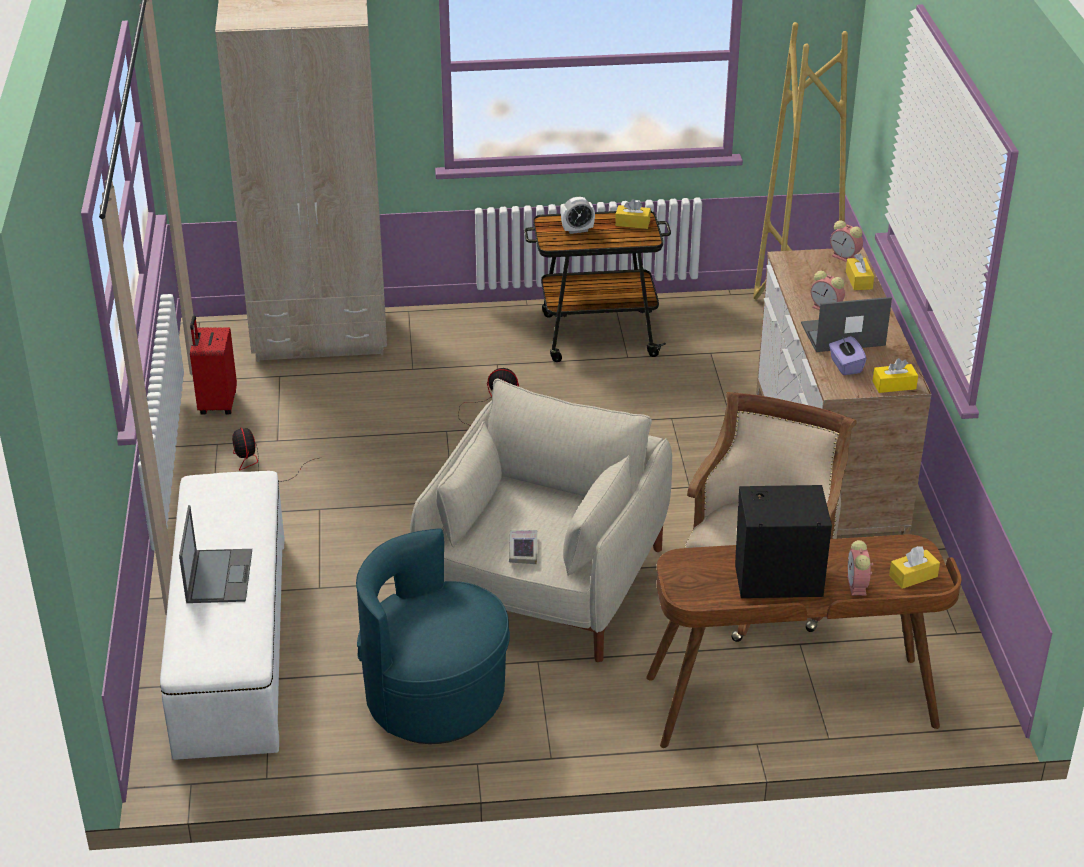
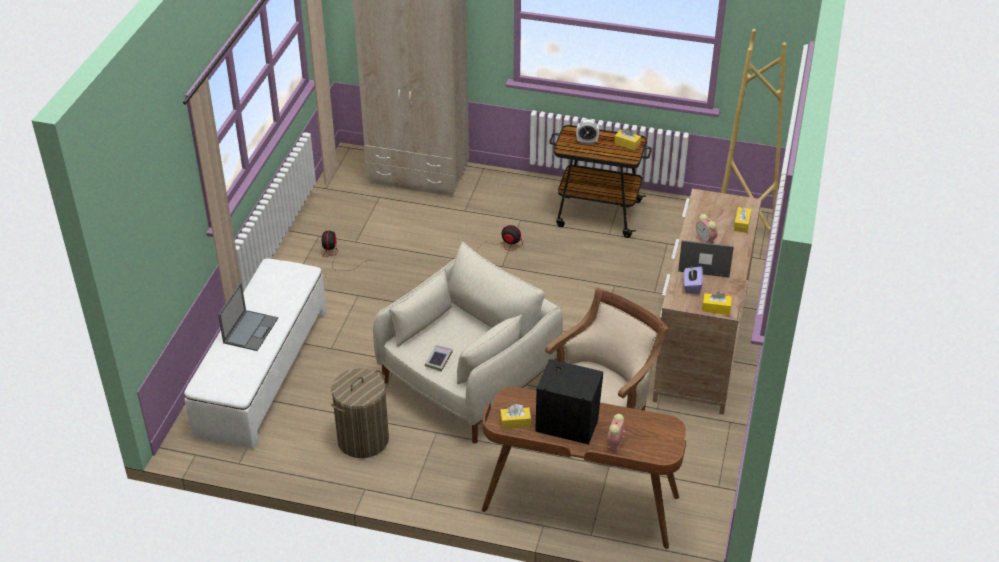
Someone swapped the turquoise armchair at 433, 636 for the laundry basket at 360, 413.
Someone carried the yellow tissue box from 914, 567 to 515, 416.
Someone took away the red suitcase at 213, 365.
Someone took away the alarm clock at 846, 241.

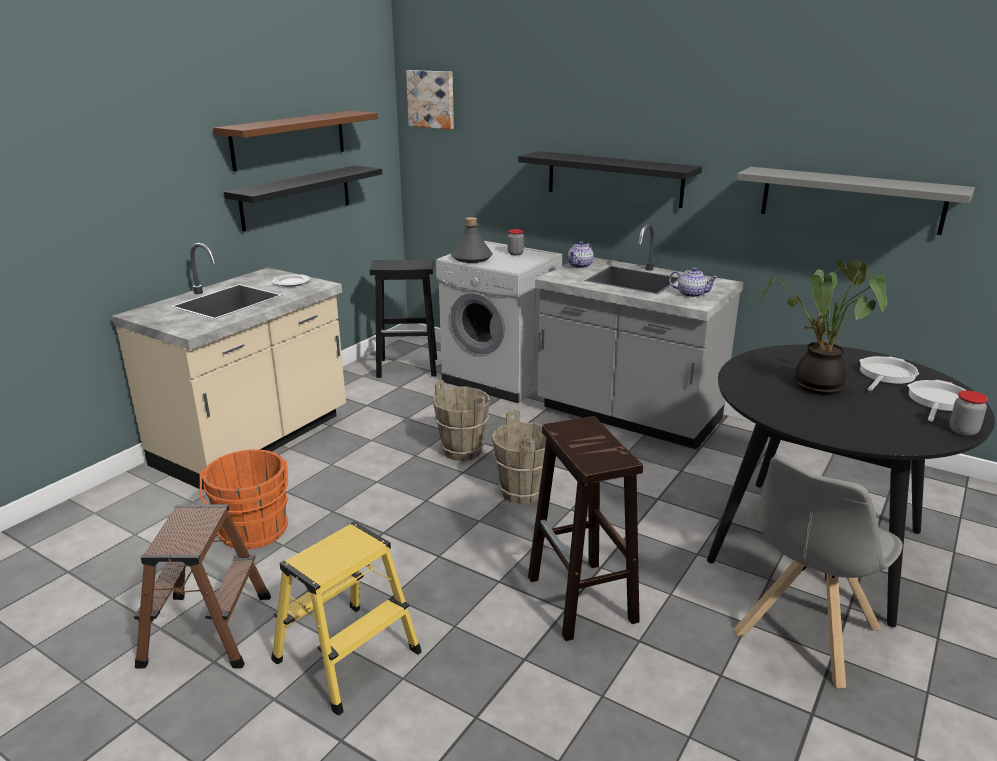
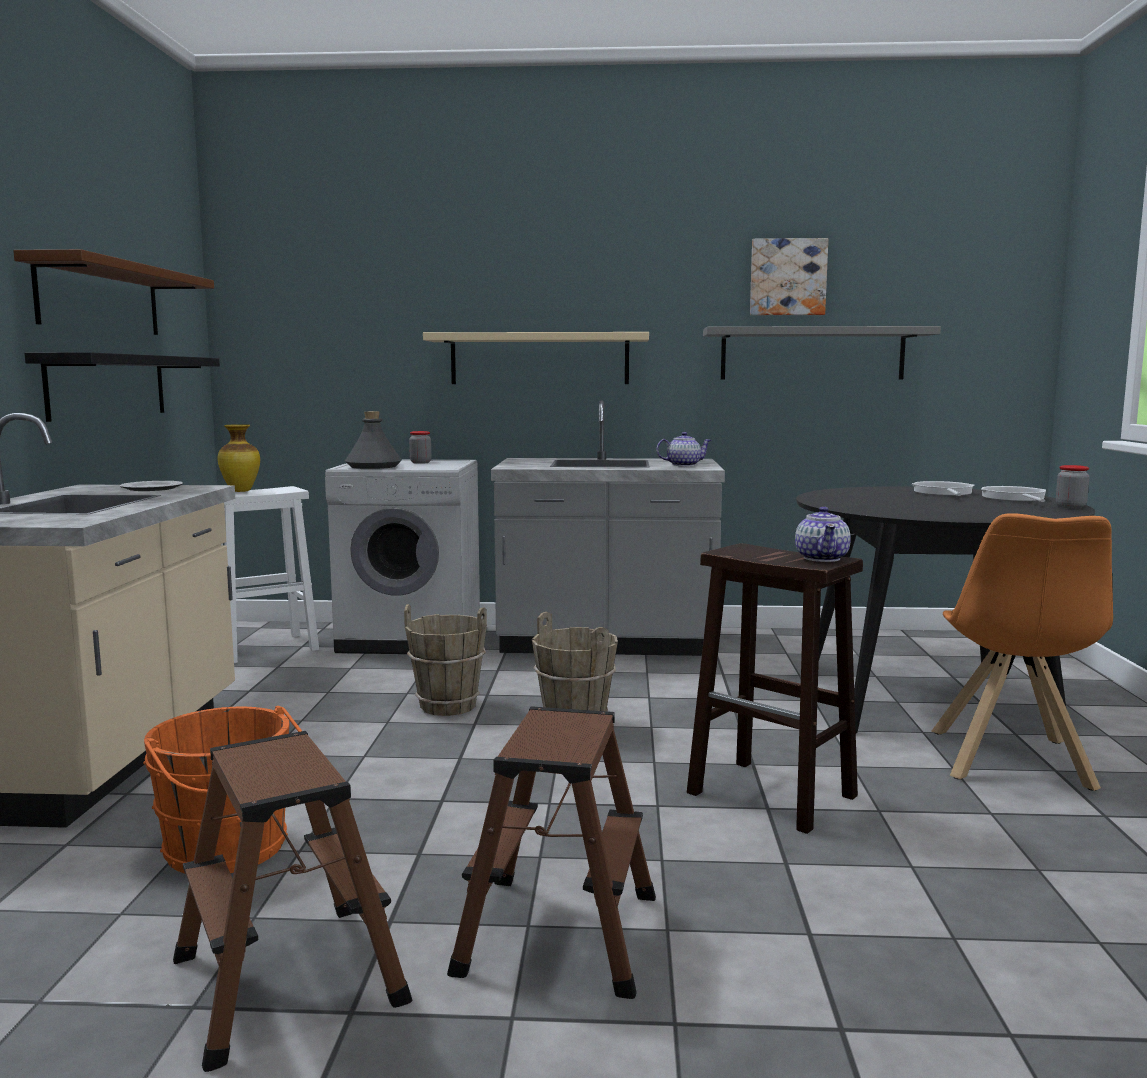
Someone put down the vase at 239, 458.
Someone repainted the black stool at 403, 318, which became the white stool at 270, 574.
Someone repainted the black shelf at 610, 179, which became the beige shelf at 536, 358.
Someone repainted the yellow step ladder at 346, 618, which became the brown step ladder at 551, 852.
Someone carried the picture from 430, 99 to 789, 276.
Someone carried the teapot from 580, 255 to 823, 534.
Someone repainted the grey chair at 818, 571, which became the orange chair at 1022, 652.
Someone took away the potted plant at 823, 327.

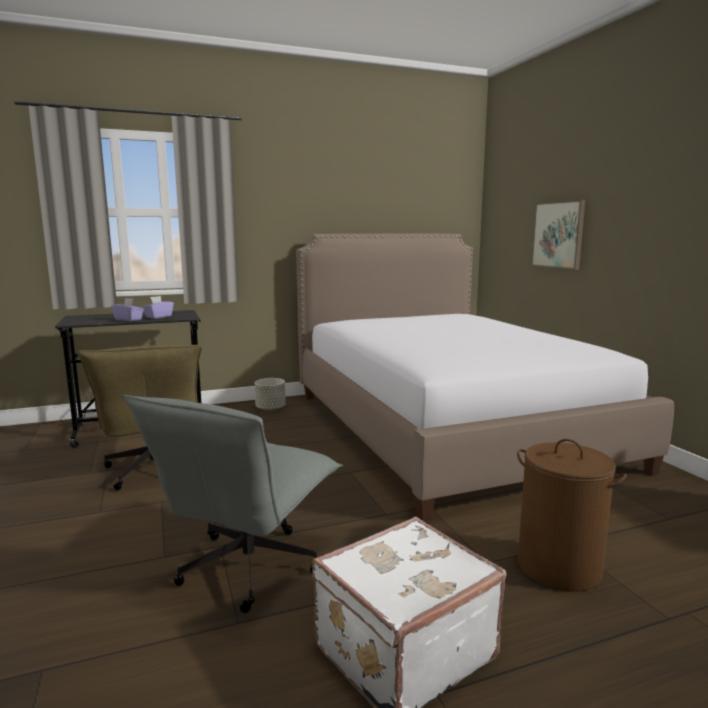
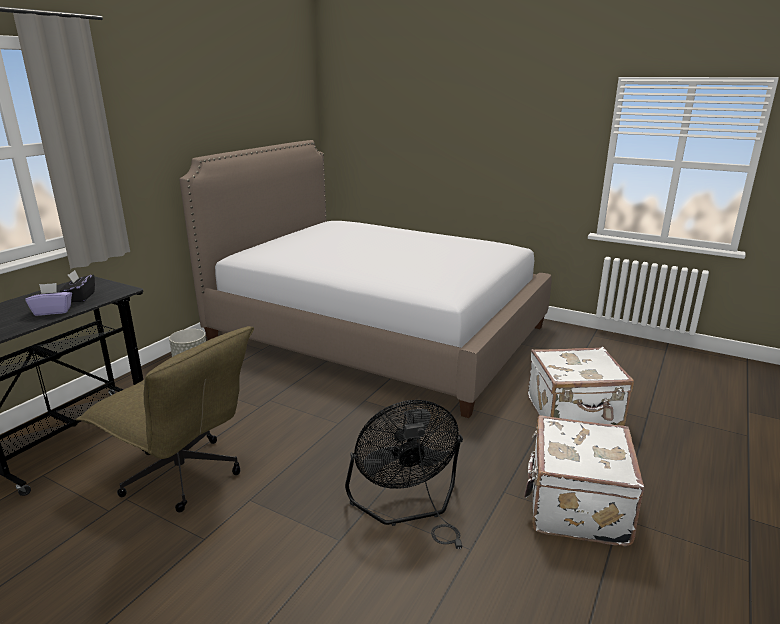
Someone repainted the purple tissue box at 158, 307, which became the black tissue box at 77, 286.
Someone swapped the grey office chair at 233, 504 for the black fan at 404, 474.
Someone swapped the brown laundry basket at 572, 515 for the white suitcase at 581, 386.
Someone took away the picture at 558, 235.

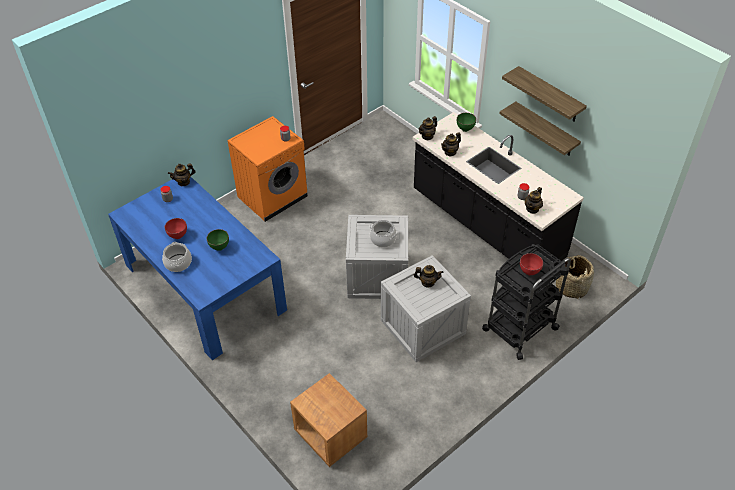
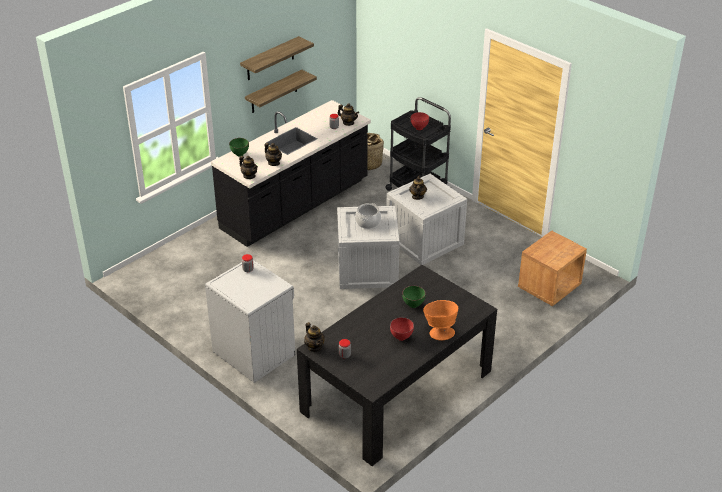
Someone repainted the orange washing machine at 268, 169, which became the white washing machine at 250, 321.
Someone repainted the blue dining table at 197, 268, which became the black dining table at 397, 365.
Someone swapped the cooking pot at 177, 257 for the orange bowl at 440, 320.

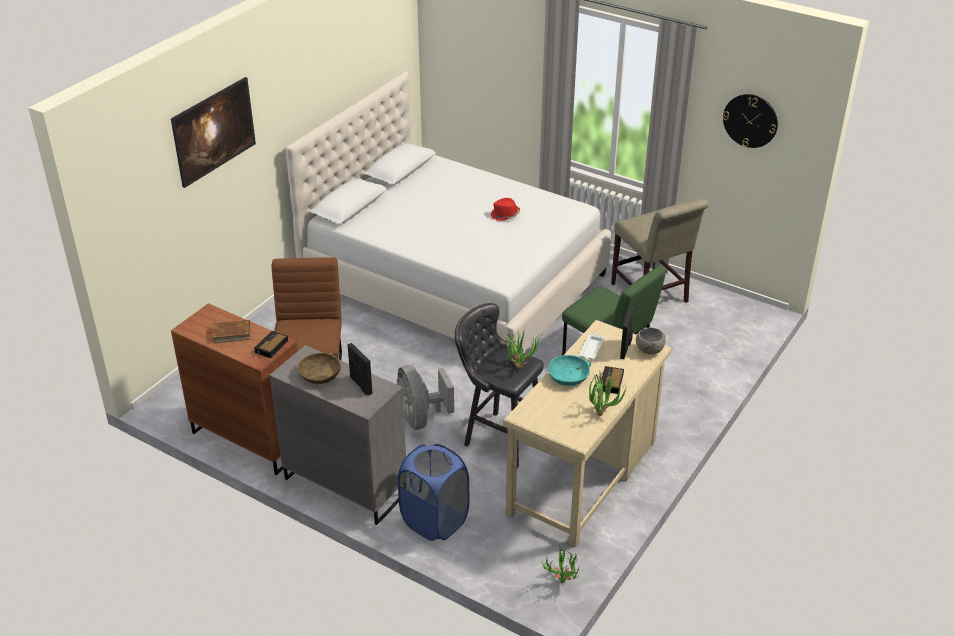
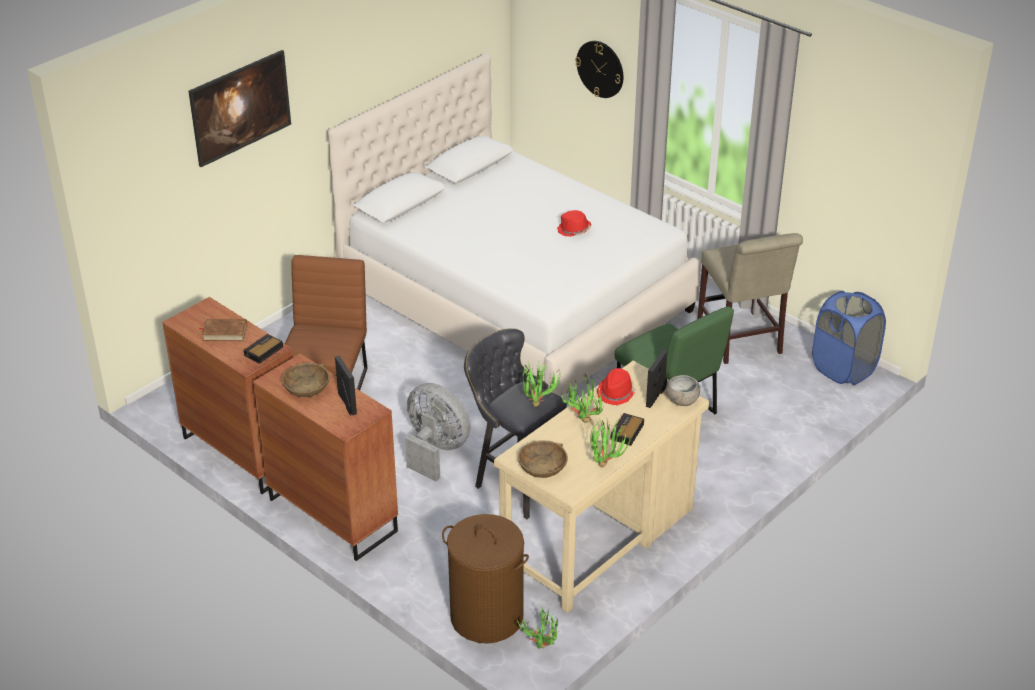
Someone repainted the grey dresser at 337, 435, which became the brown dresser at 325, 457.
Someone rotated the grey fan at 425, 397 by 135 degrees clockwise.
Someone put down the brown laundry basket at 485, 579.
Someone put down the brown bowl at 543, 459.
Someone swapped the turquoise bowl at 569, 370 for the potted plant at 582, 398.
Someone carried the wall clock from 750, 121 to 599, 69.
Someone swapped the white tray at 592, 346 for the red hat at 616, 386.
Someone carried the blue laundry basket from 433, 492 to 849, 338.

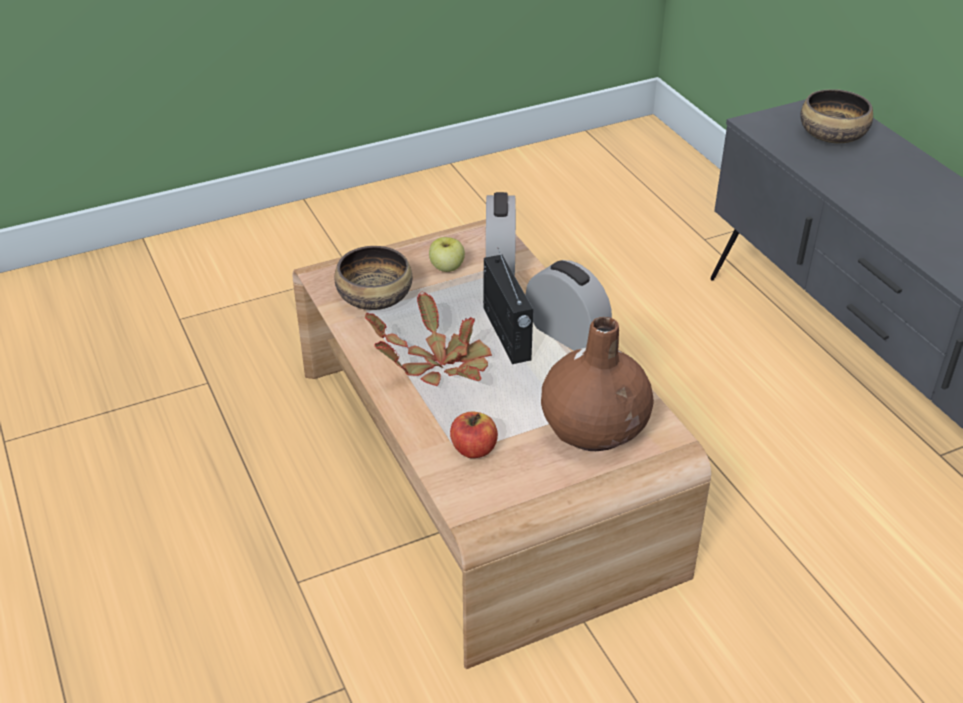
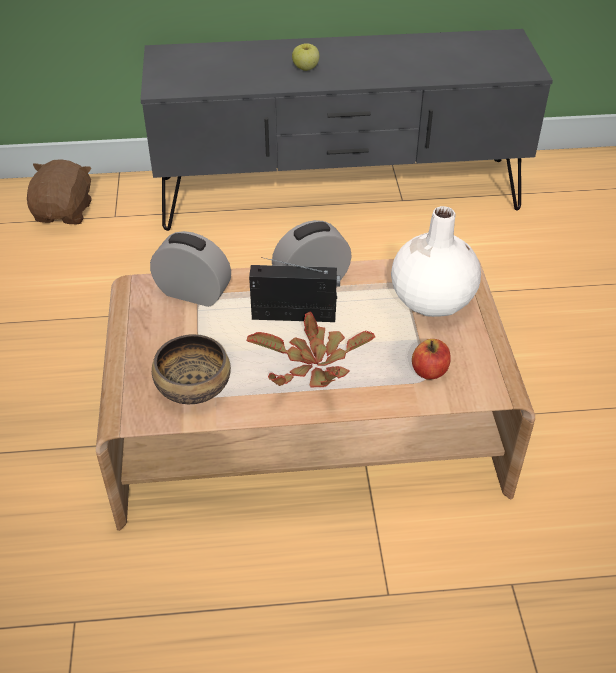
Someone put down the brown plush toy at 59, 191.
Someone carried the apple from 447, 254 to 305, 57.
Someone repainted the brown vase at 597, 384, which became the white vase at 436, 261.
Someone took away the bowl at 836, 116.

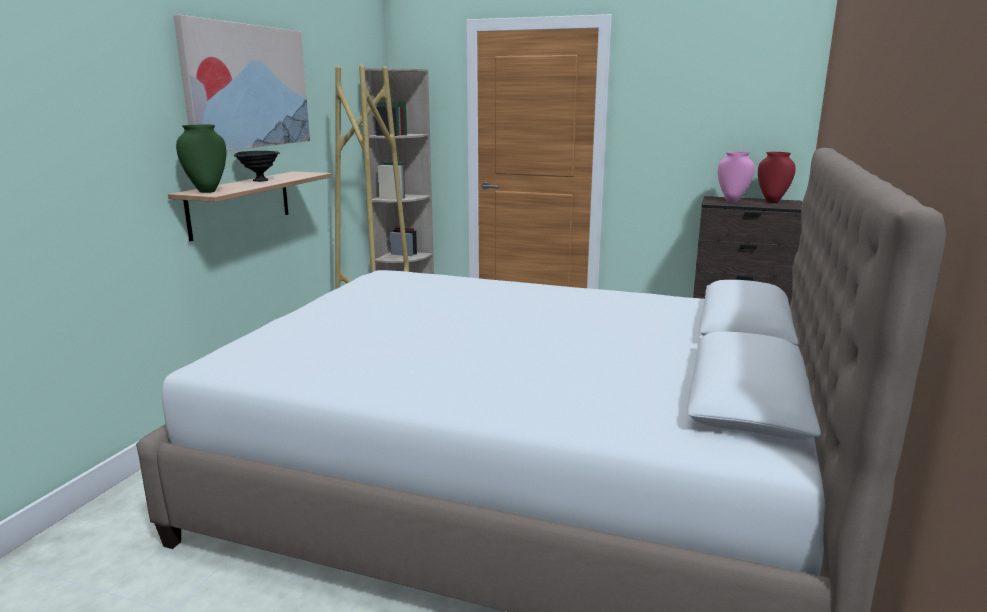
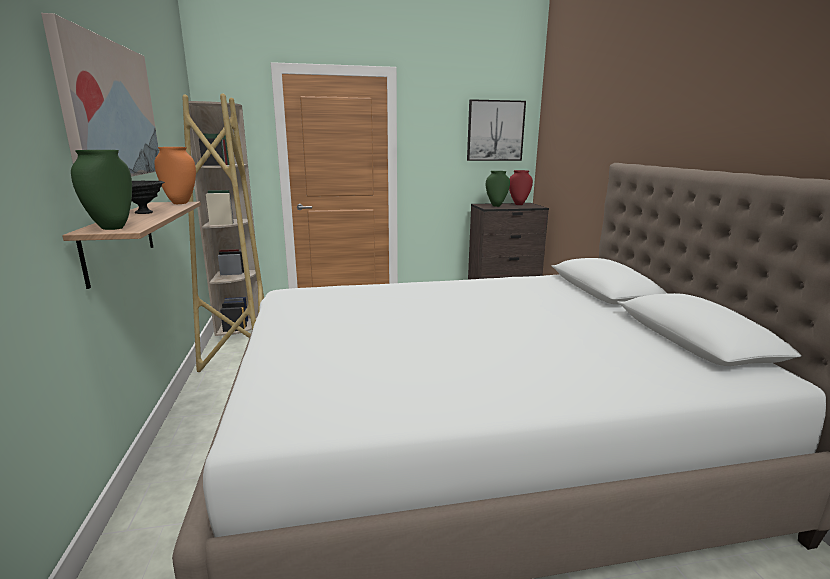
Someone put down the orange vase at 175, 175.
Someone put up the picture at 496, 130.
Someone repainted the pink vase at 736, 176, which became the green vase at 498, 189.

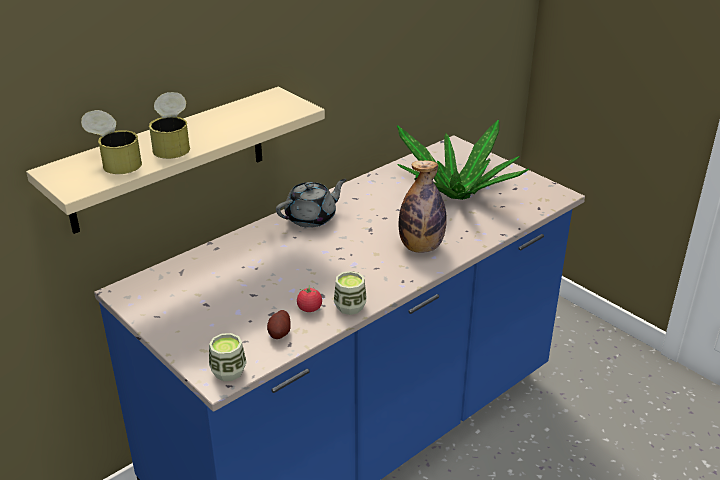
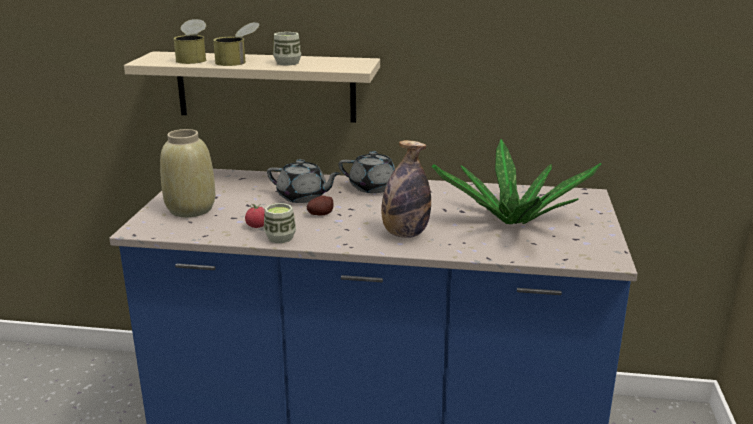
Someone put down the beige vase at 187, 173.
Someone put down the grey teapot at 304, 181.
Someone carried the cup from 228, 357 to 287, 49.
Someone carried the potato from 279, 324 to 320, 206.

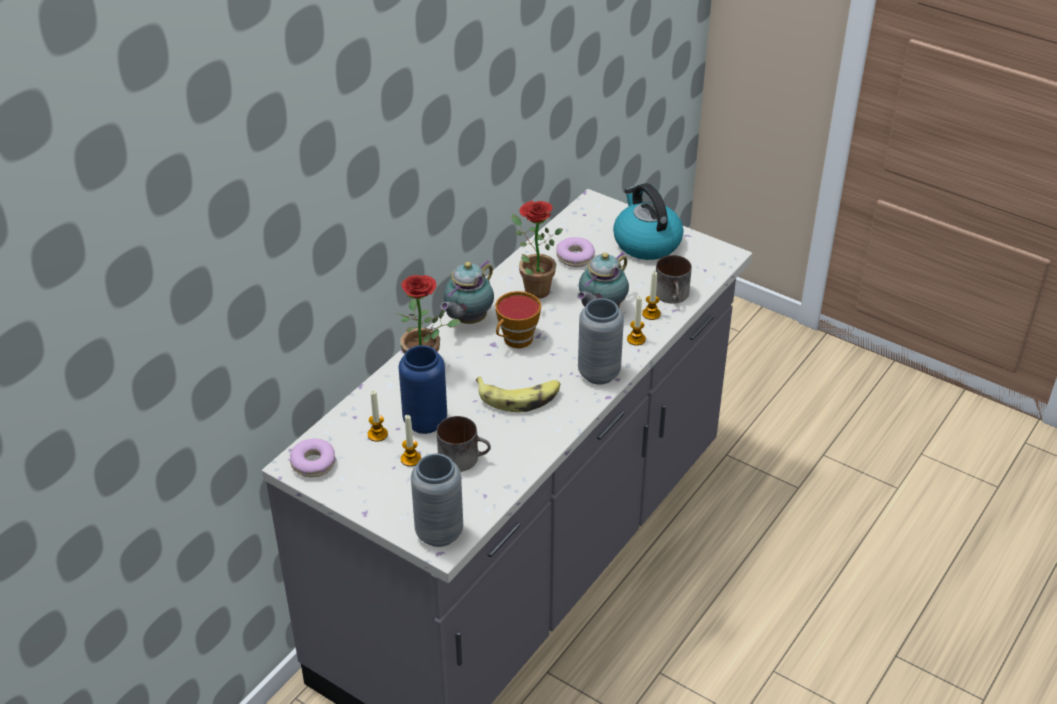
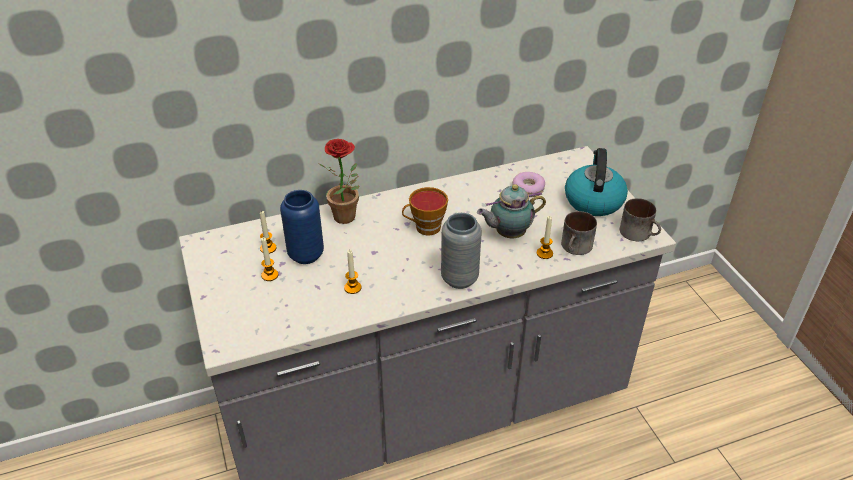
Someone carried the candle from 636, 321 to 352, 272.
Someone carried the mug from 464, 444 to 640, 219.
Someone took away the donut at 312, 457.
Someone took away the grey vase at 437, 500.
Someone took away the teapot at 467, 292.
Someone took away the banana at 518, 394.
Someone took away the potted plant at 537, 250.

